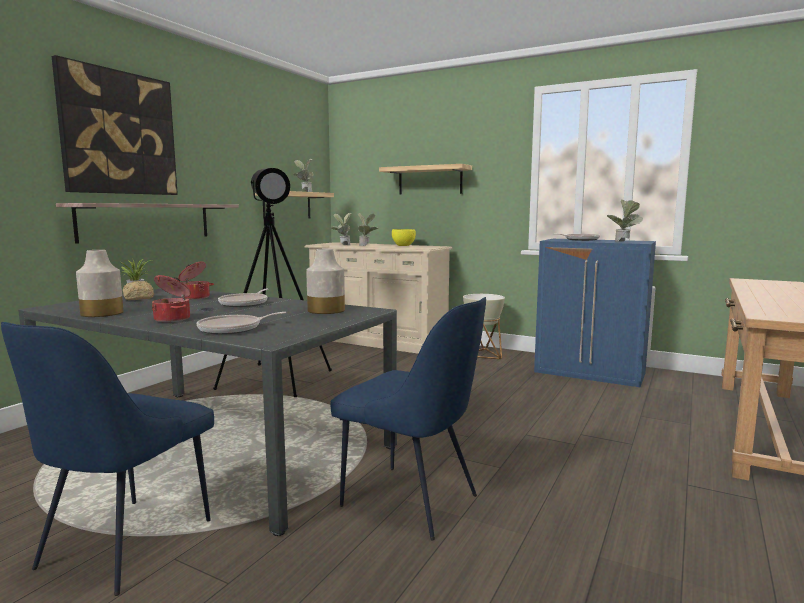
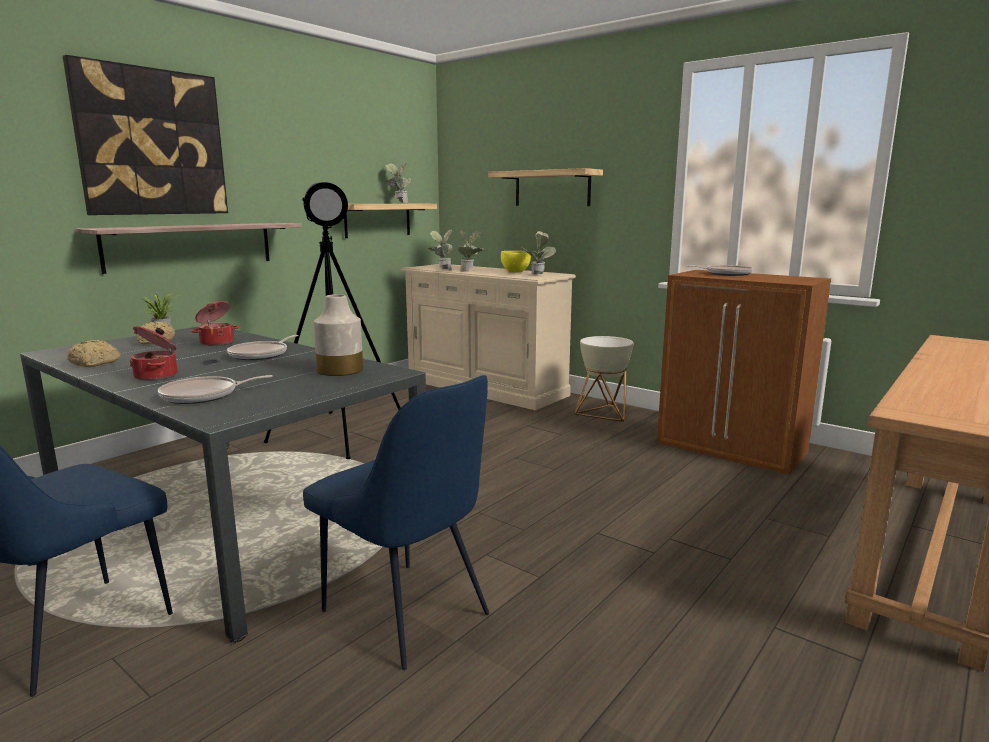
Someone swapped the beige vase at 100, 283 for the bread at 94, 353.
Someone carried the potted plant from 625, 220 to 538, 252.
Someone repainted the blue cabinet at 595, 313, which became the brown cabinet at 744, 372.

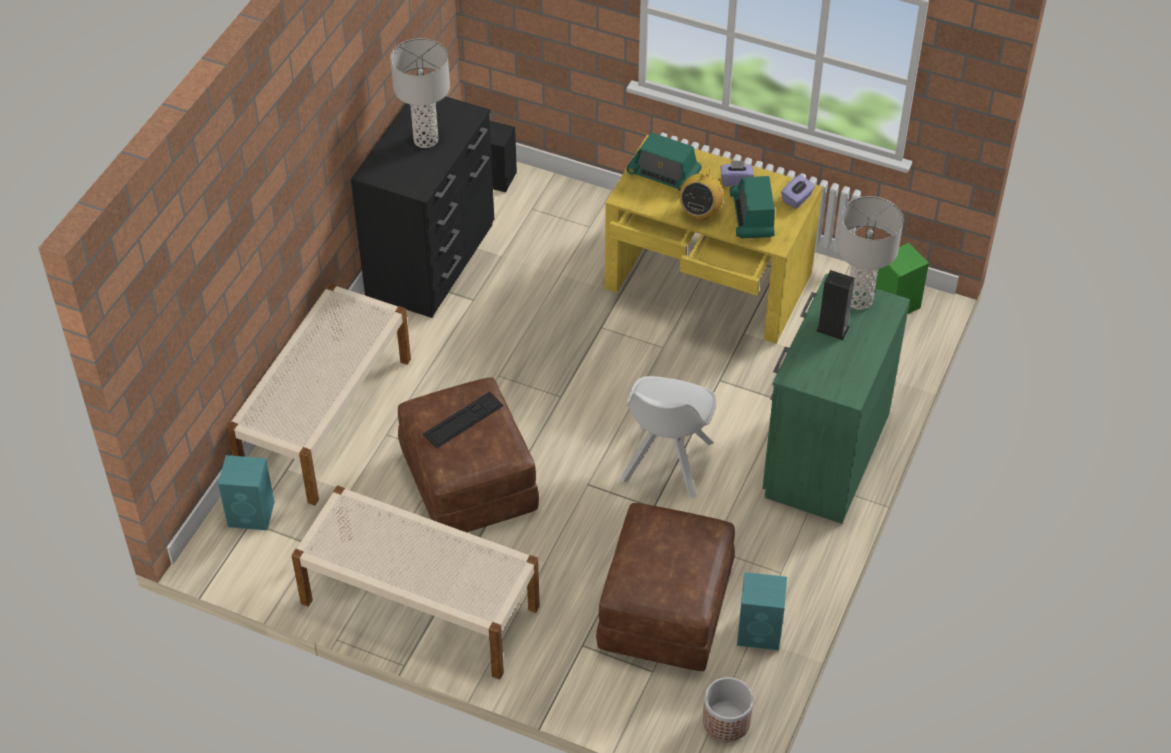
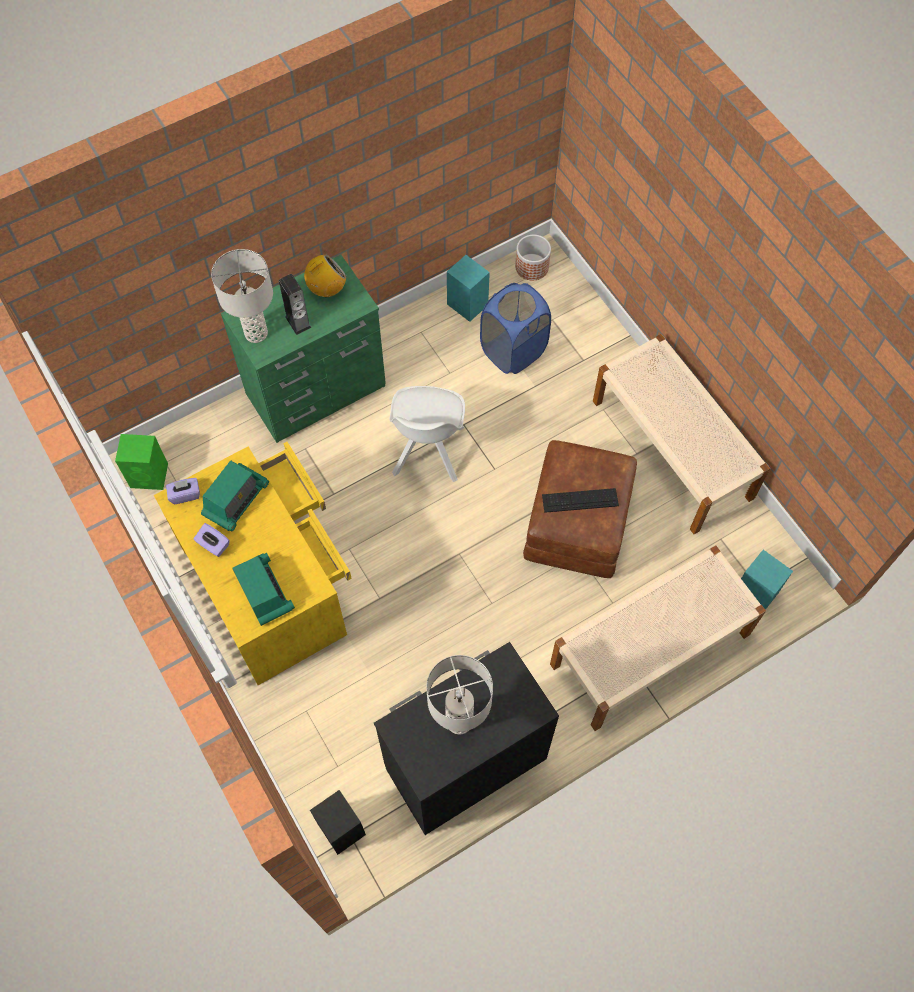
Someone carried the radio from 701, 194 to 325, 275.
Someone rotated the white chair at 668, 437 by 135 degrees clockwise.
Someone swapped the brown ottoman at 665, 587 for the blue laundry basket at 515, 328.

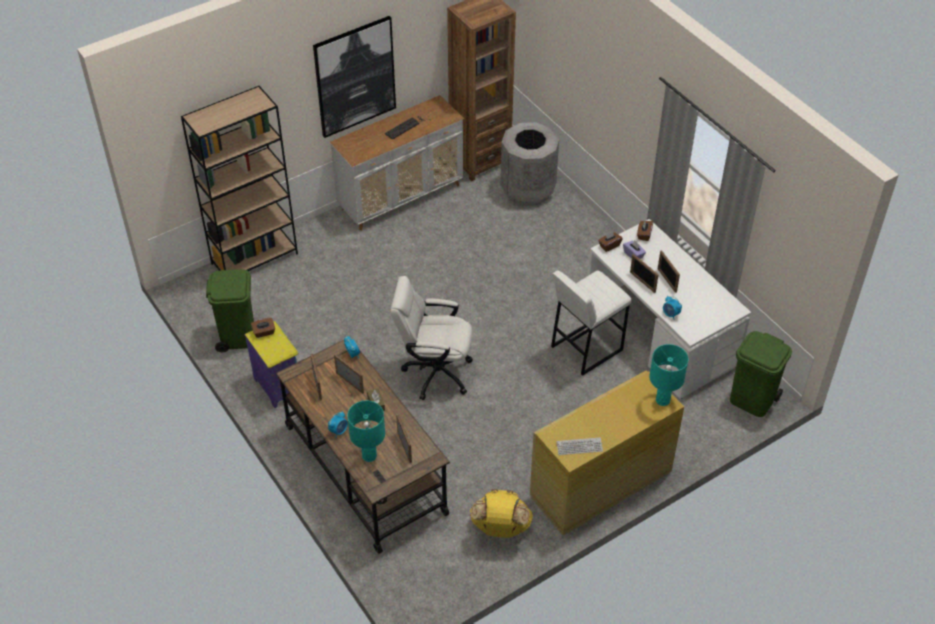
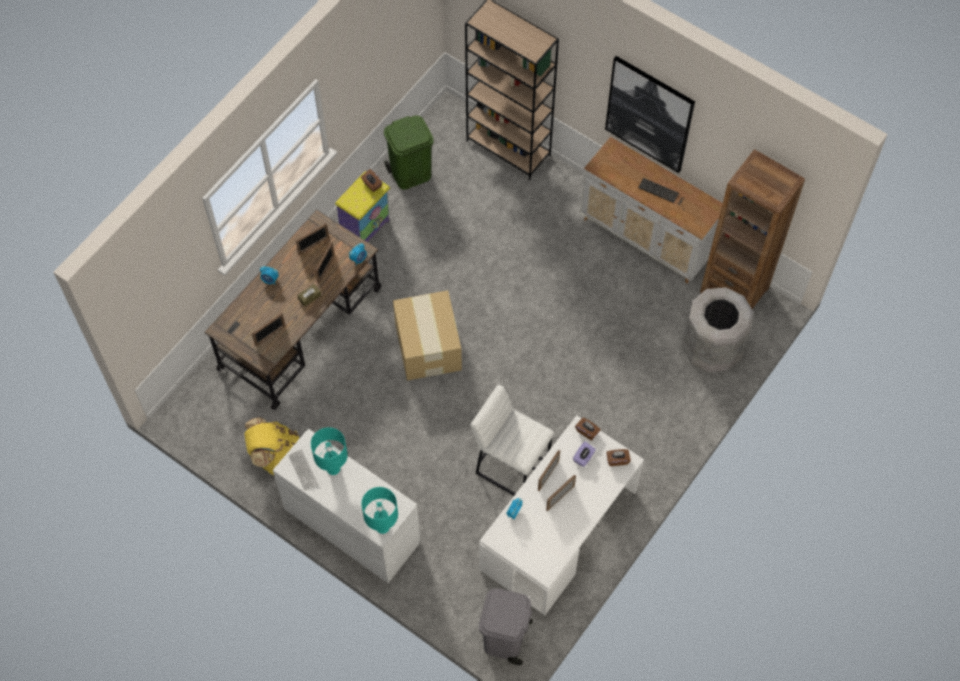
Someone repainted the yellow cabinet at 607, 453, which became the white cabinet at 346, 506.
Someone carried the turquoise table lamp from 366, 431 to 329, 451.
Someone swapped the white office chair at 431, 338 for the cardboard box at 427, 335.
Someone repainted the green trash can at 761, 374, which became the grey trash can at 506, 626.

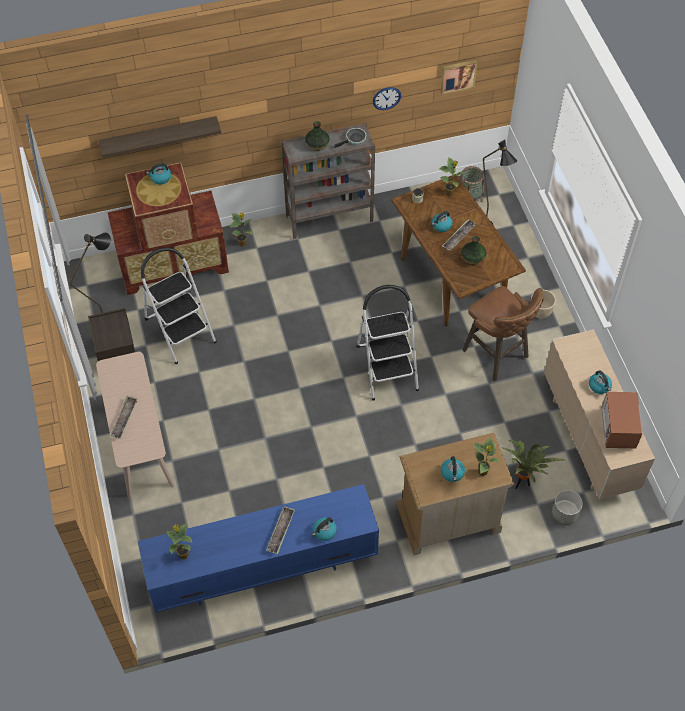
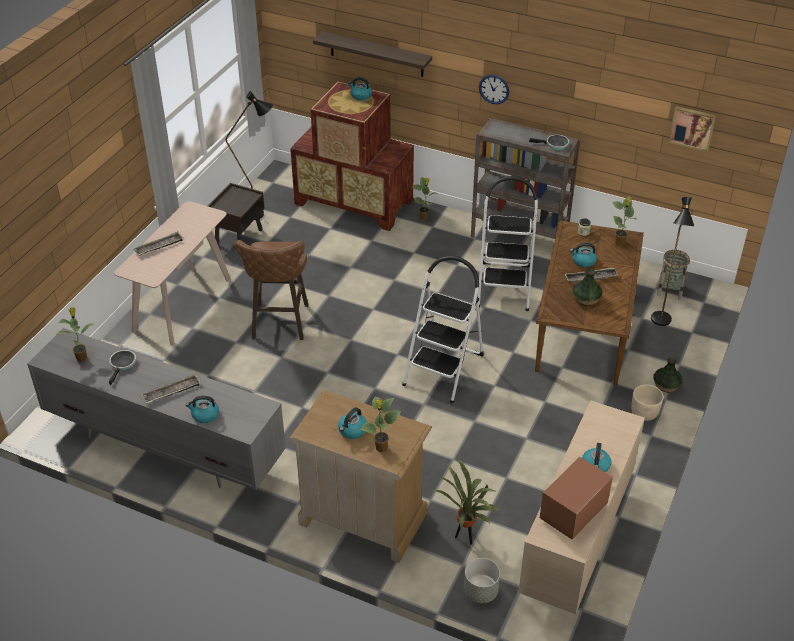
Someone repainted the blue cabinet at 258, 548, which became the grey cabinet at 156, 409.
Someone put down the frying pan at 122, 367.
Someone carried the brown stool from 503, 334 to 271, 290.
Someone carried the step ladder from 179, 305 to 508, 243.
Someone carried the wall clock from 387, 98 to 494, 89.
Someone carried the vase from 317, 136 to 668, 375.

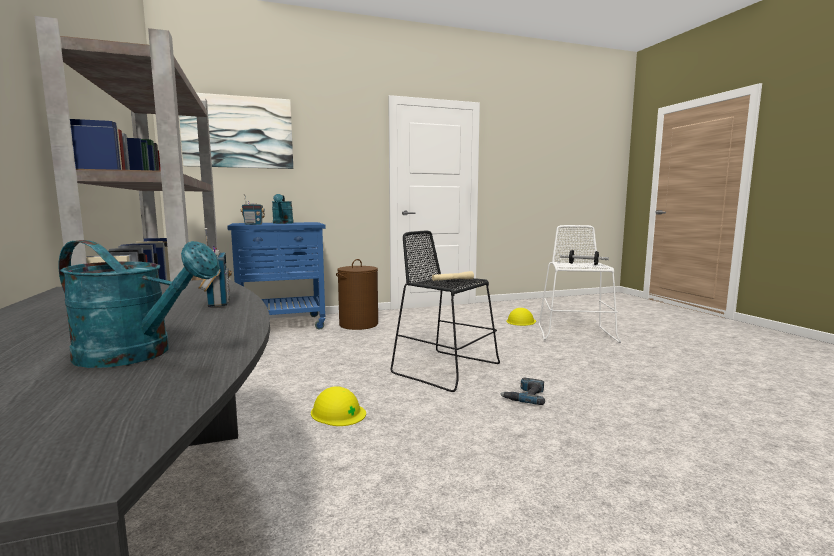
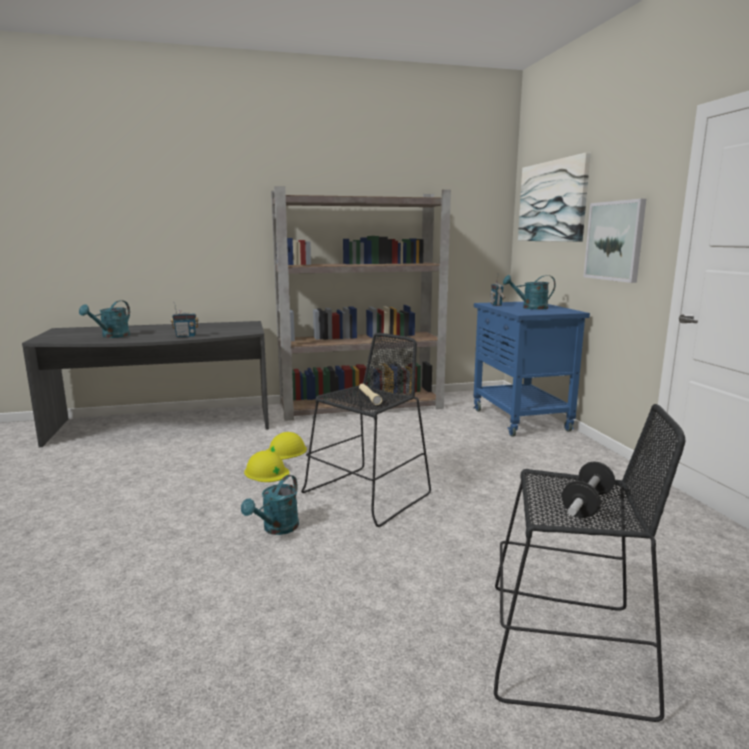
Someone swapped the power drill at 522, 391 for the turquoise watering can at 270, 505.
Someone carried the yellow hard hat from 521, 317 to 266, 466.
Someone repainted the white stool at 580, 284, which became the black stool at 589, 563.
Someone put up the picture at 615, 241.
Someone took away the brown laundry basket at 357, 294.

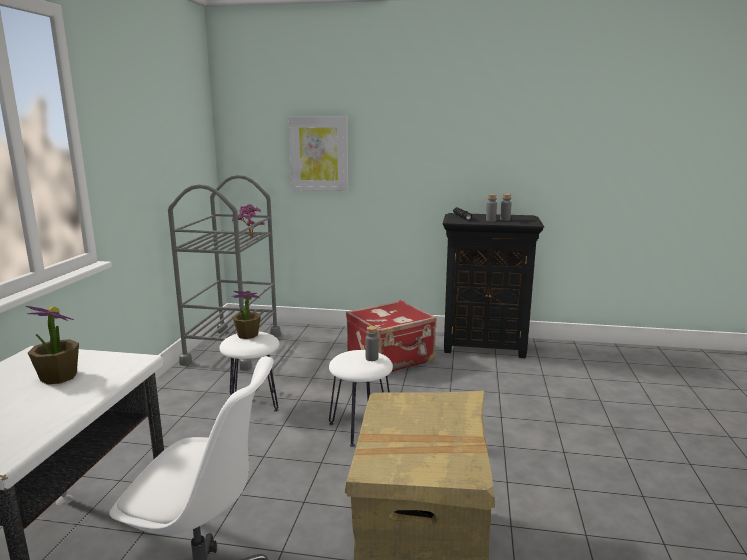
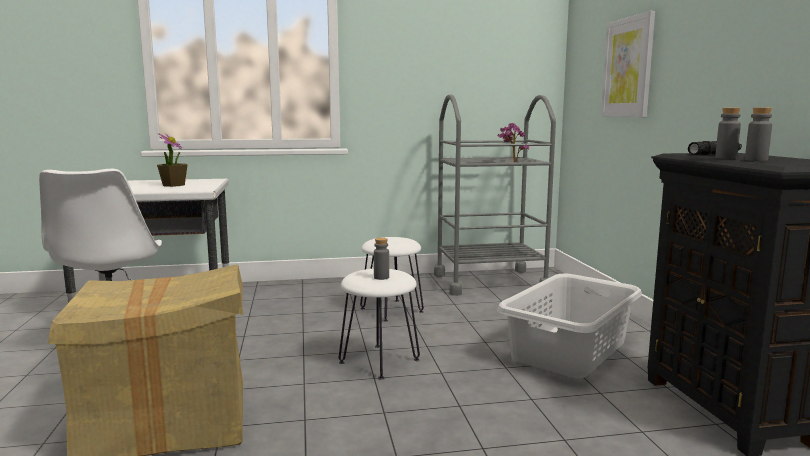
Someone swapped the red suitcase at 391, 336 for the grey laundry basket at 569, 326.
Someone took away the potted plant at 246, 314.

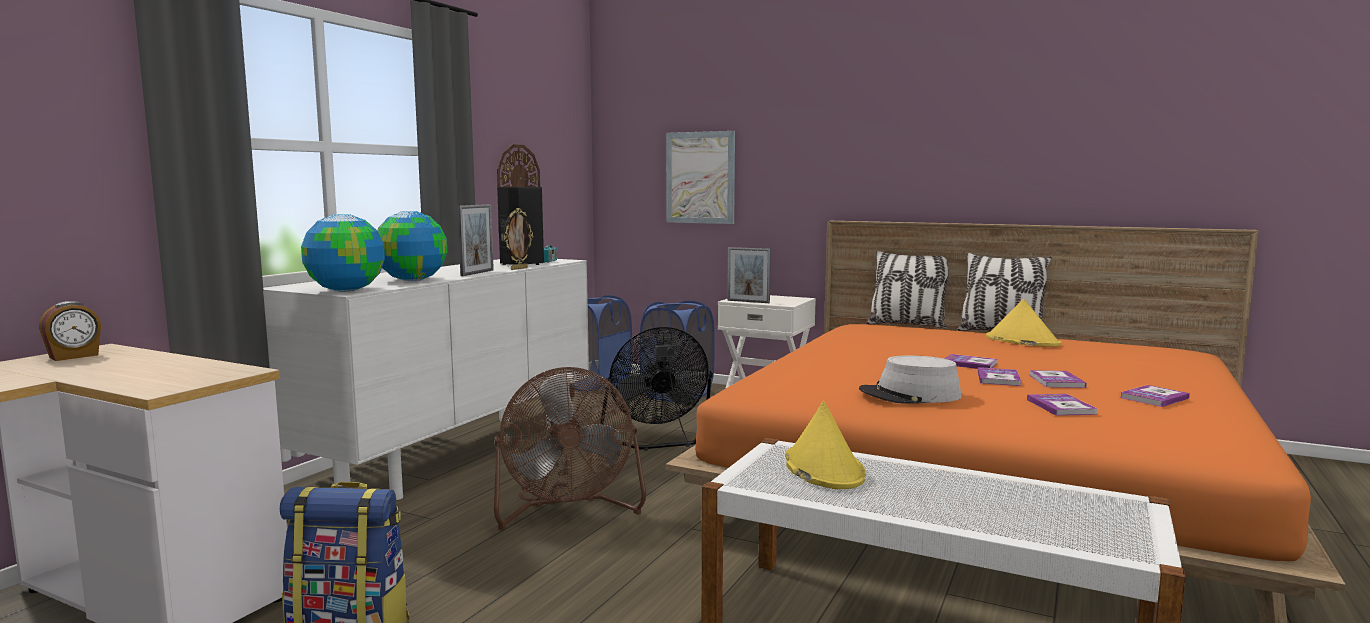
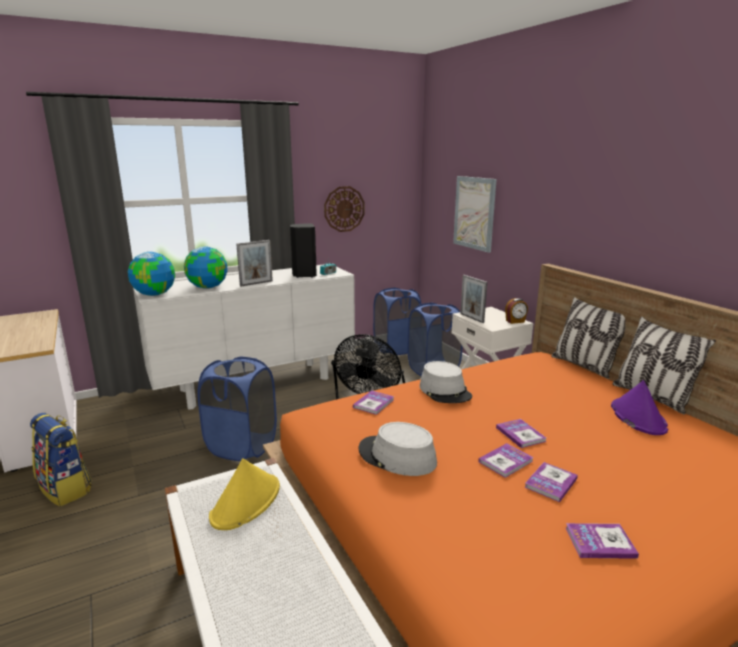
Someone swapped the brown fan at 570, 448 for the blue laundry basket at 237, 408.
Someone carried the book from 1062, 405 to 373, 402.
Someone put down the grey hat at 446, 382.
Someone carried the alarm clock from 70, 331 to 516, 311.
Someone repainted the yellow hat at 1024, 323, which became the purple hat at 639, 407.
Someone took away the picture frame at 518, 239.

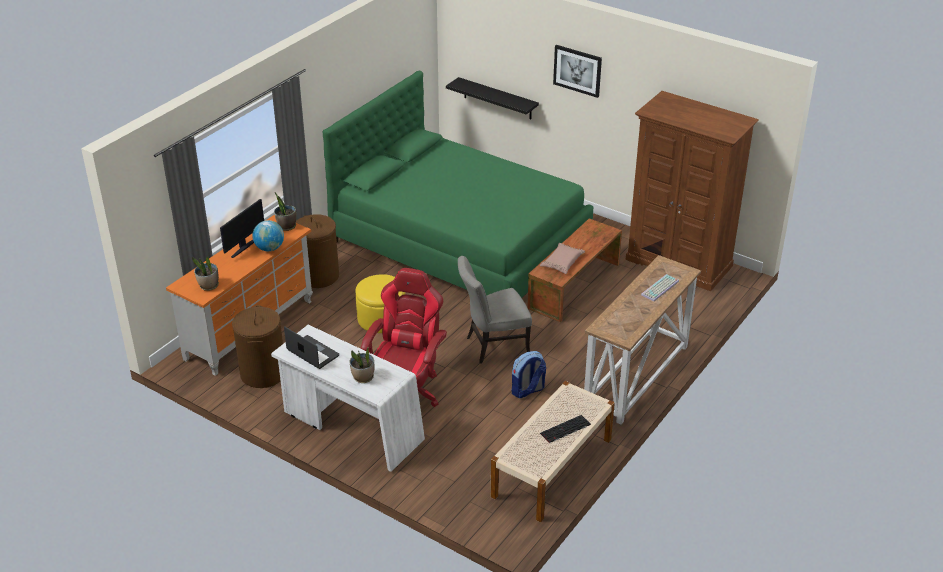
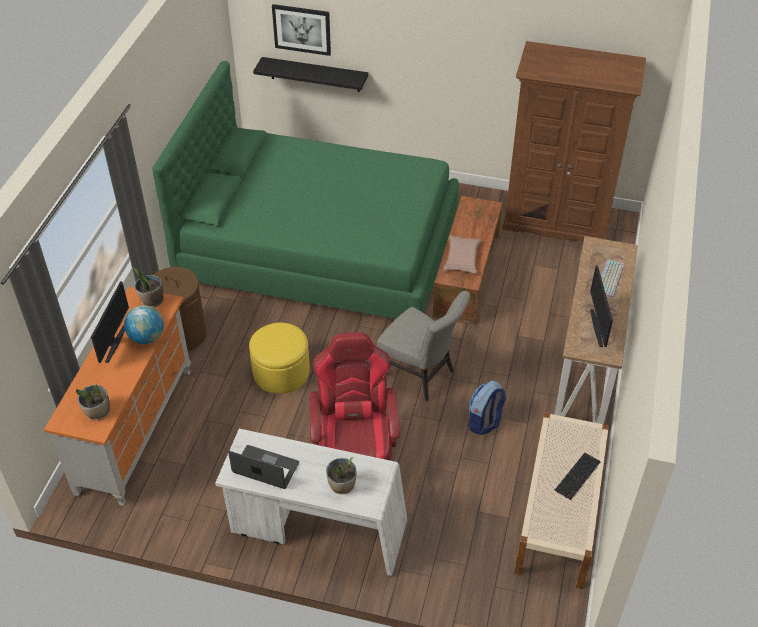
Someone carried the picture from 577, 71 to 301, 30.
Someone rotated the grey chair at 495, 309 by 105 degrees counterclockwise.
Someone put down the monitor at 601, 306.
Someone took away the brown laundry basket at 257, 346.

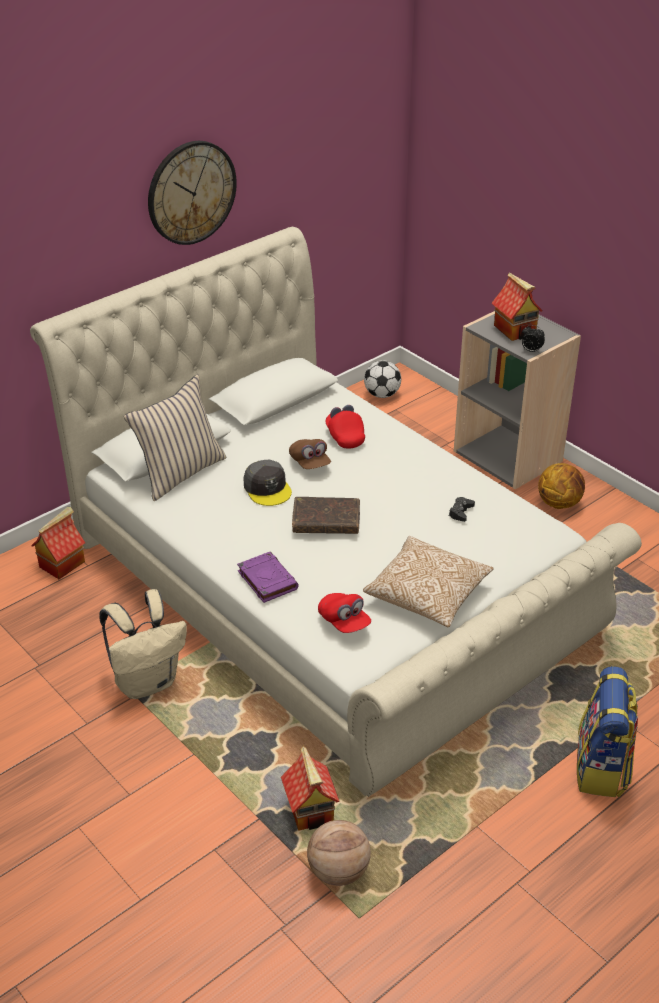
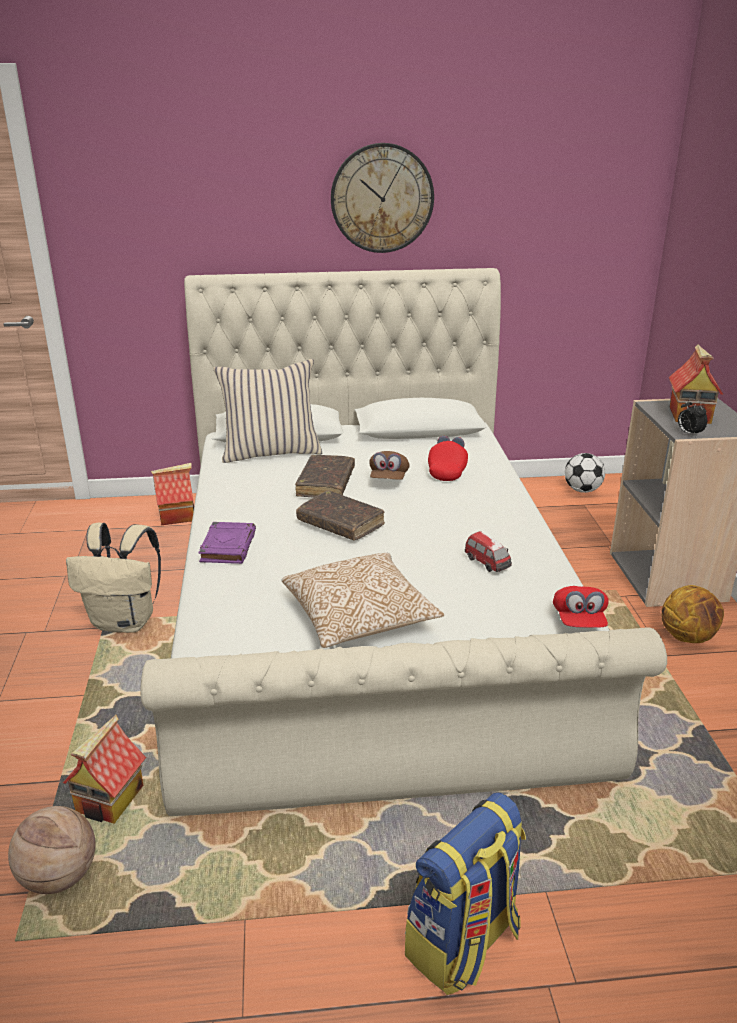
Someone swapped the grey cap at 268, 483 for the brown book at 325, 476.
Someone swapped the black game controller at 462, 509 for the toy car at 488, 551.
Someone carried the red cap from 344, 613 to 581, 607.

